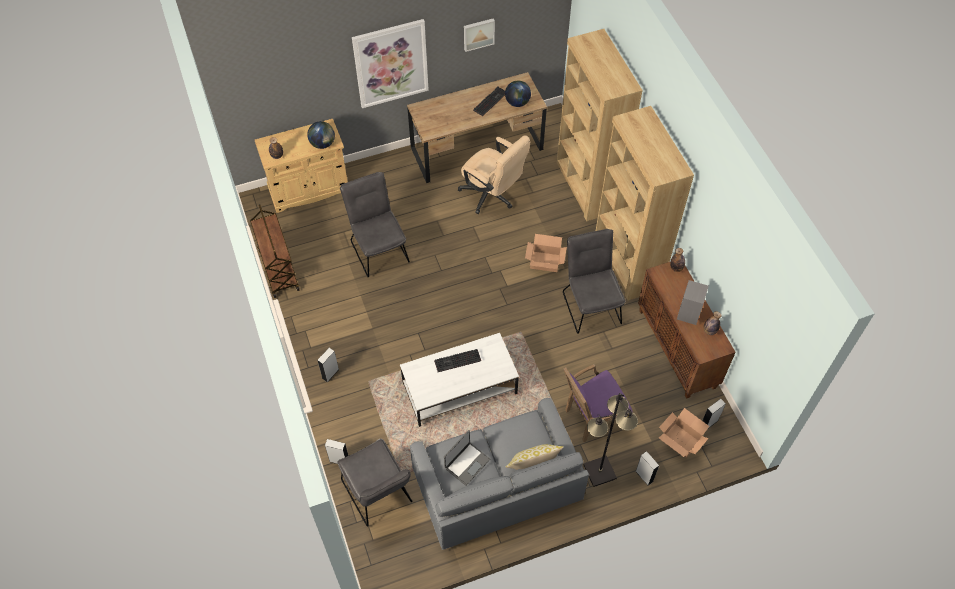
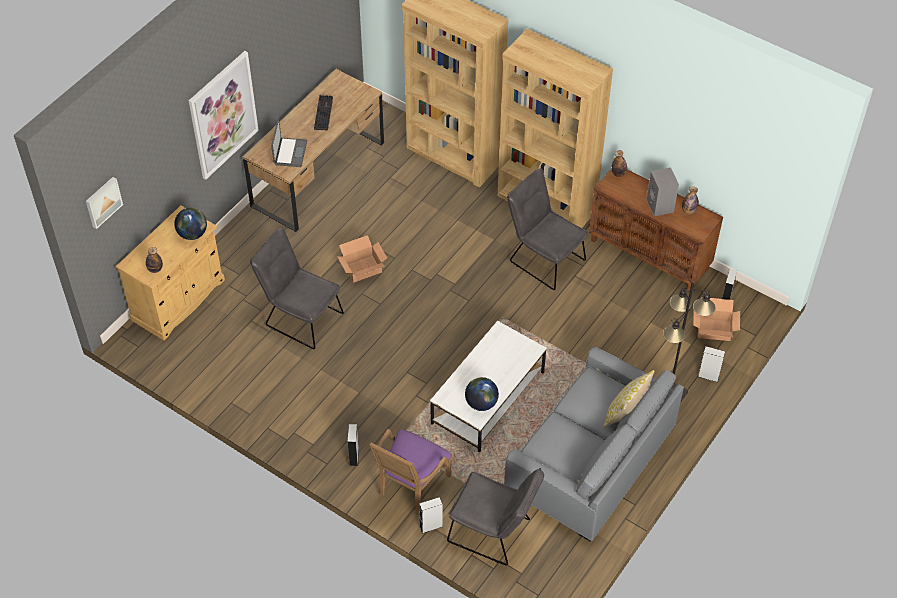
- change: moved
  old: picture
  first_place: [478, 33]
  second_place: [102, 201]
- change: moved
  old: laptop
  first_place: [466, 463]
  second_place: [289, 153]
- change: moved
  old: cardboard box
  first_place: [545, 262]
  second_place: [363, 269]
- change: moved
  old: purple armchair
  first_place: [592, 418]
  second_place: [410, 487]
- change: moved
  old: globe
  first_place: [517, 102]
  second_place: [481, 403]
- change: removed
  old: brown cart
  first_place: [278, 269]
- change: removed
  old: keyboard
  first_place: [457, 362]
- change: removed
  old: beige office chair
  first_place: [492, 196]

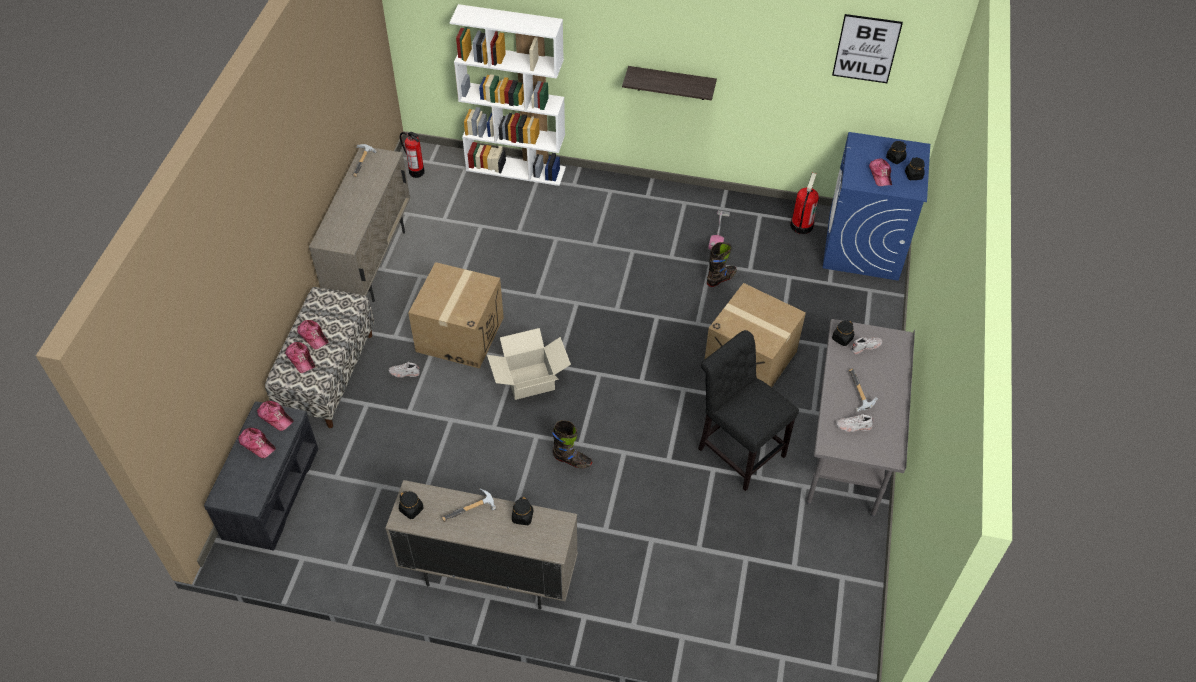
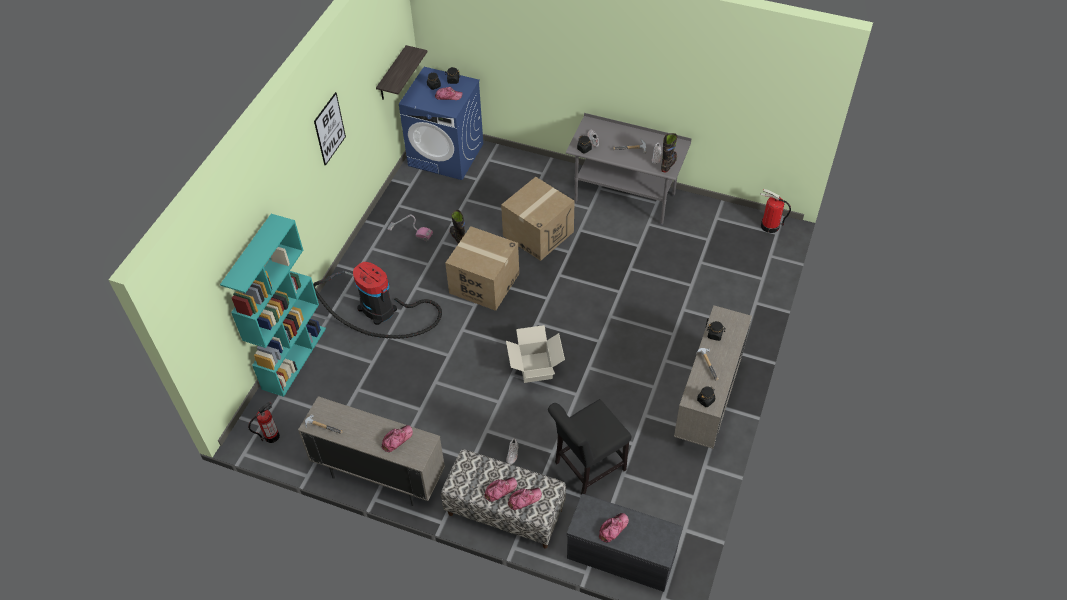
- change: recoloured
  old: white bookcase
  new: turquoise bookcase
  first_place: [516, 169]
  second_place: [294, 358]
- change: added
  new: vacuum cleaner
  second_place: [381, 311]
- change: moved
  old: picture
  first_place: [866, 48]
  second_place: [329, 129]
- change: moved
  old: shelf
  first_place: [671, 83]
  second_place: [392, 74]
- change: moved
  old: cap
  first_place: [275, 417]
  second_place: [397, 439]
- change: moved
  old: cardboard box
  first_place: [460, 334]
  second_place: [484, 283]
- change: moved
  old: black chair
  first_place: [738, 450]
  second_place: [586, 467]
- change: moved
  old: black boot
  first_place: [572, 460]
  second_place: [668, 164]
- change: moved
  old: fire extinguisher
  first_place: [801, 225]
  second_place: [769, 226]

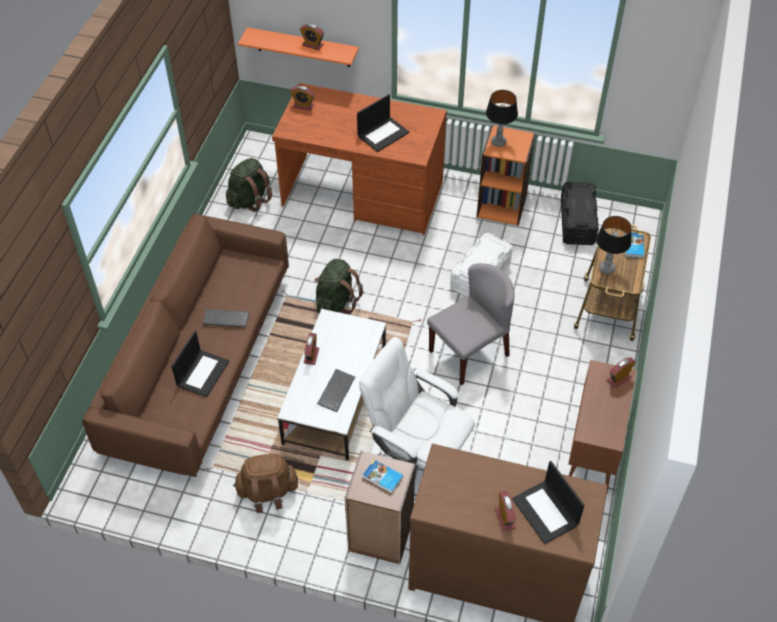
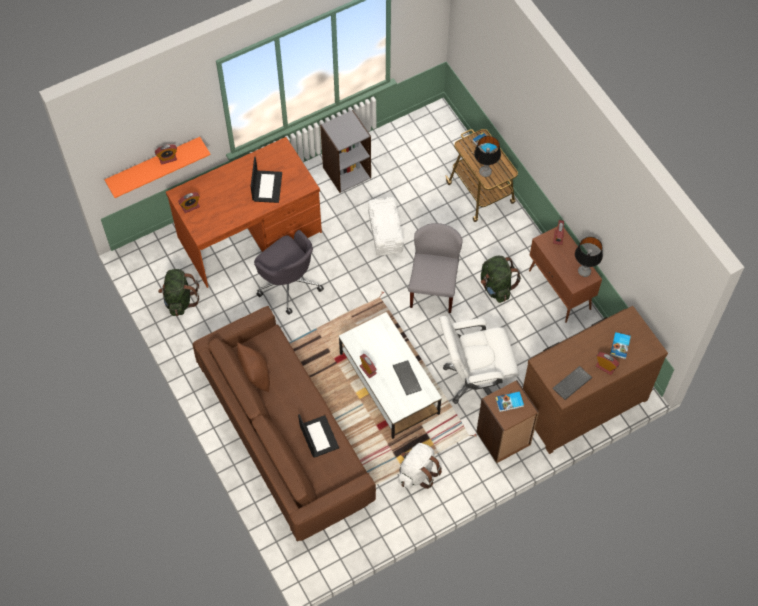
- change: added
  new: brown pillow
  second_place: [255, 375]
- change: added
  new: grey office chair
  second_place: [288, 283]
- change: recoloured
  old: orange bookcase
  new: grey bookcase
  first_place: [502, 206]
  second_place: [346, 172]
- change: recoloured
  old: brown backpack
  new: white backpack
  first_place: [267, 492]
  second_place: [417, 472]
- change: moved
  old: green backpack
  first_place: [336, 302]
  second_place: [496, 287]
- change: moved
  old: keyboard
  first_place: [225, 319]
  second_place: [572, 384]
- change: moved
  old: table lamp
  first_place: [498, 142]
  second_place: [584, 271]
- change: replaced
  old: laptop
  new: book
  first_place: [546, 512]
  second_place: [620, 346]
- change: removed
  old: black storage box
  first_place: [577, 222]

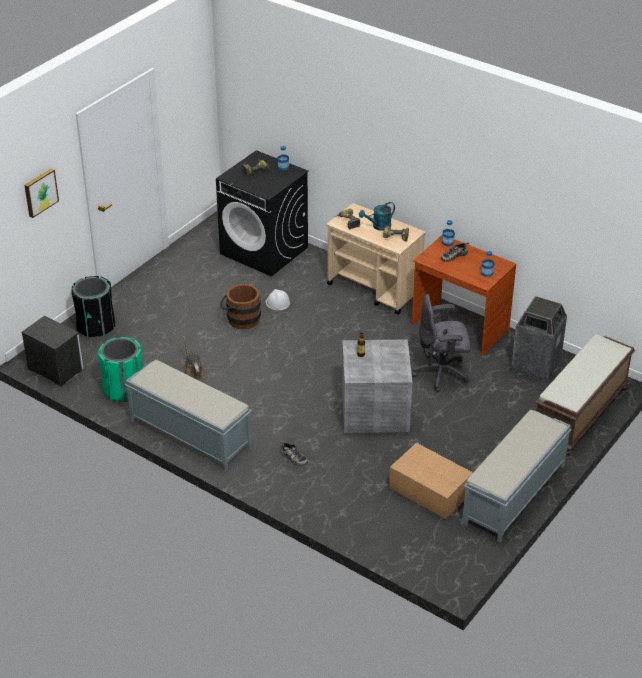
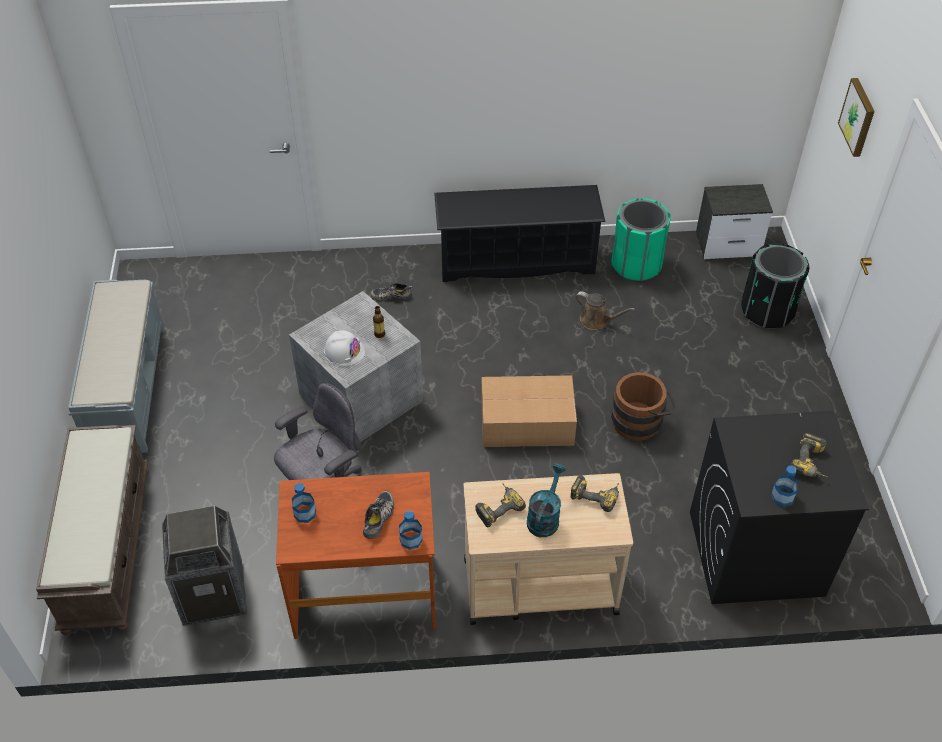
- change: moved
  old: white hard hat
  first_place: [277, 302]
  second_place: [344, 351]
- change: replaced
  old: grey bench
  new: black shoe rack
  first_place: [189, 434]
  second_place: [516, 260]
- change: moved
  old: cardboard box
  first_place: [430, 491]
  second_place: [525, 422]

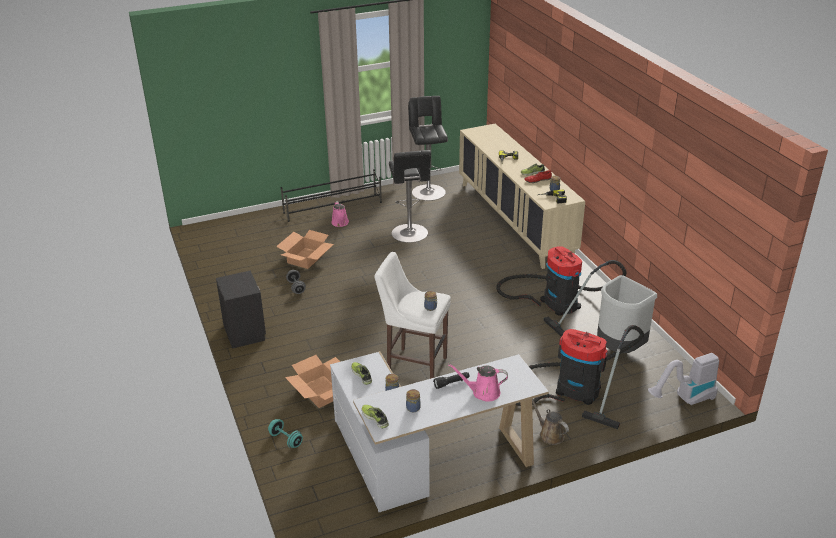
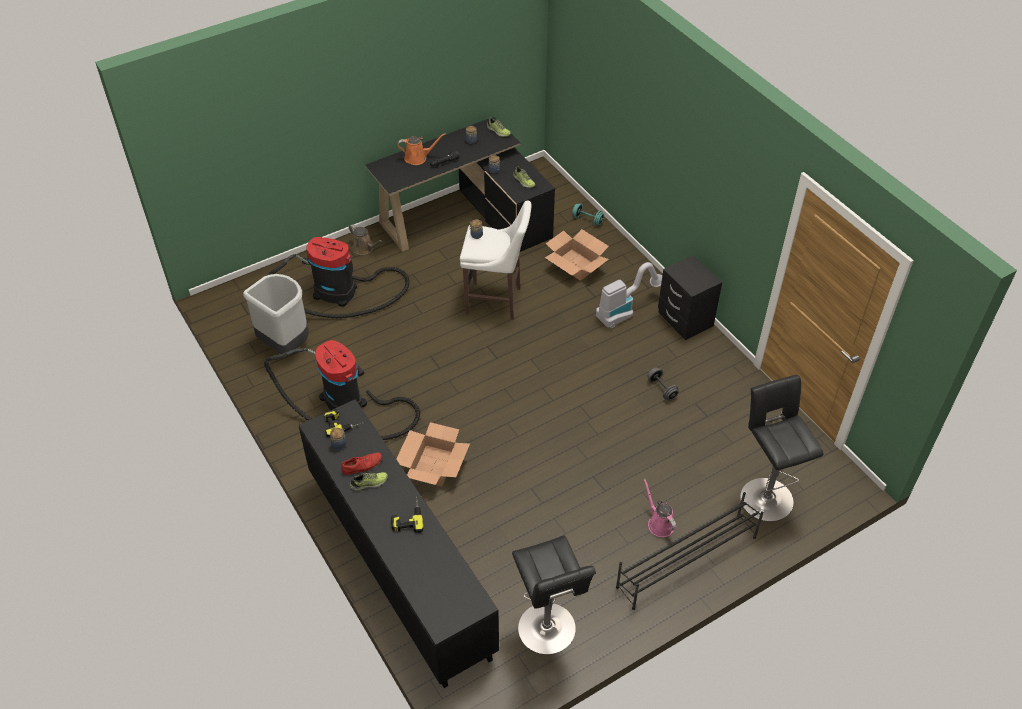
- change: recoloured
  old: beige cabinet
  new: black cabinet
  first_place: [514, 220]
  second_place: [399, 566]
- change: recoloured
  old: white desk
  new: black desk
  first_place: [426, 458]
  second_place: [467, 218]
- change: moved
  old: cardboard box
  first_place: [306, 258]
  second_place: [433, 465]
- change: recoloured
  old: pink watering can
  new: orange watering can
  first_place: [483, 392]
  second_place: [418, 158]
- change: moved
  old: vacuum cleaner
  first_place: [684, 399]
  second_place: [624, 311]
- change: moved
  old: black stool
  first_place: [410, 234]
  second_place: [764, 496]

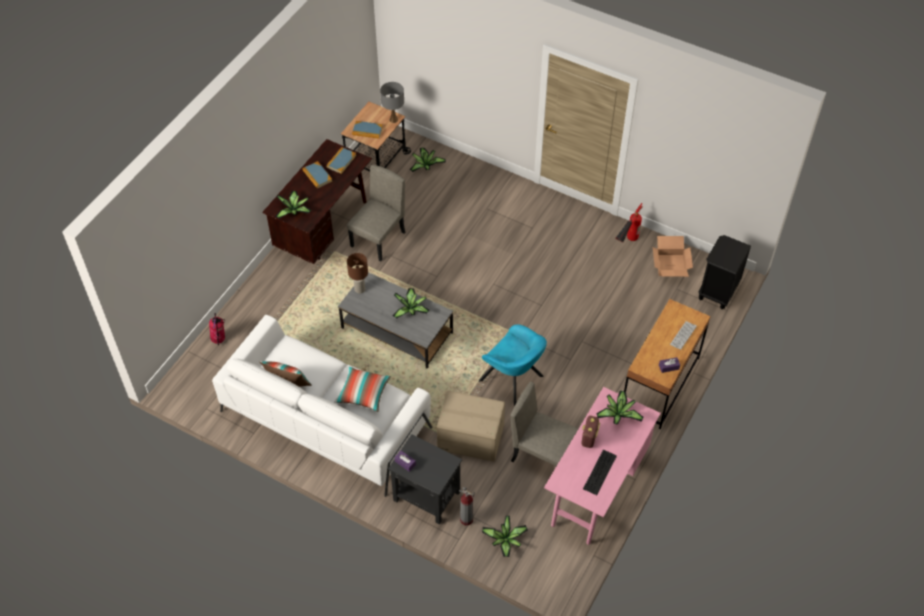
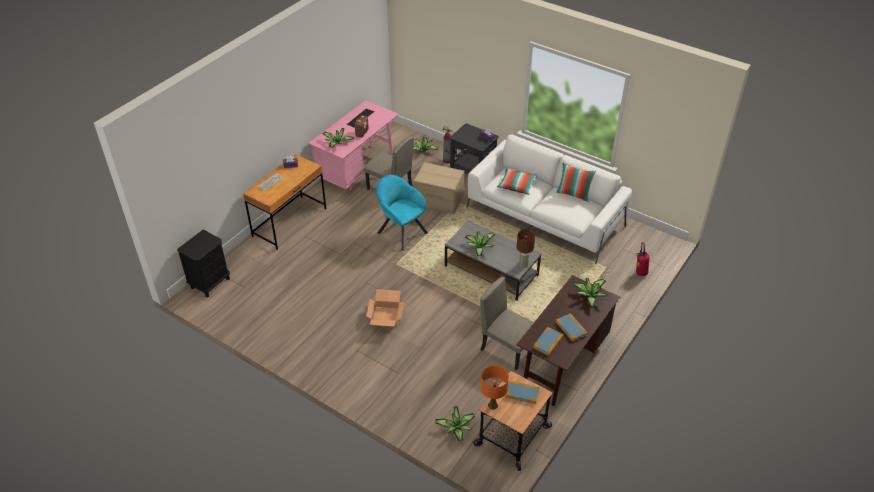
- change: moved
  old: cardboard box
  first_place: [671, 265]
  second_place: [385, 316]
- change: turned
  old: beige chair
  first_place: [378, 239]
  second_place: [508, 348]
  degrees: 90
- change: recoloured
  old: grey table lamp
  new: orange table lamp
  first_place: [393, 120]
  second_place: [492, 405]
- change: removed
  old: fire extinguisher
  first_place: [626, 243]

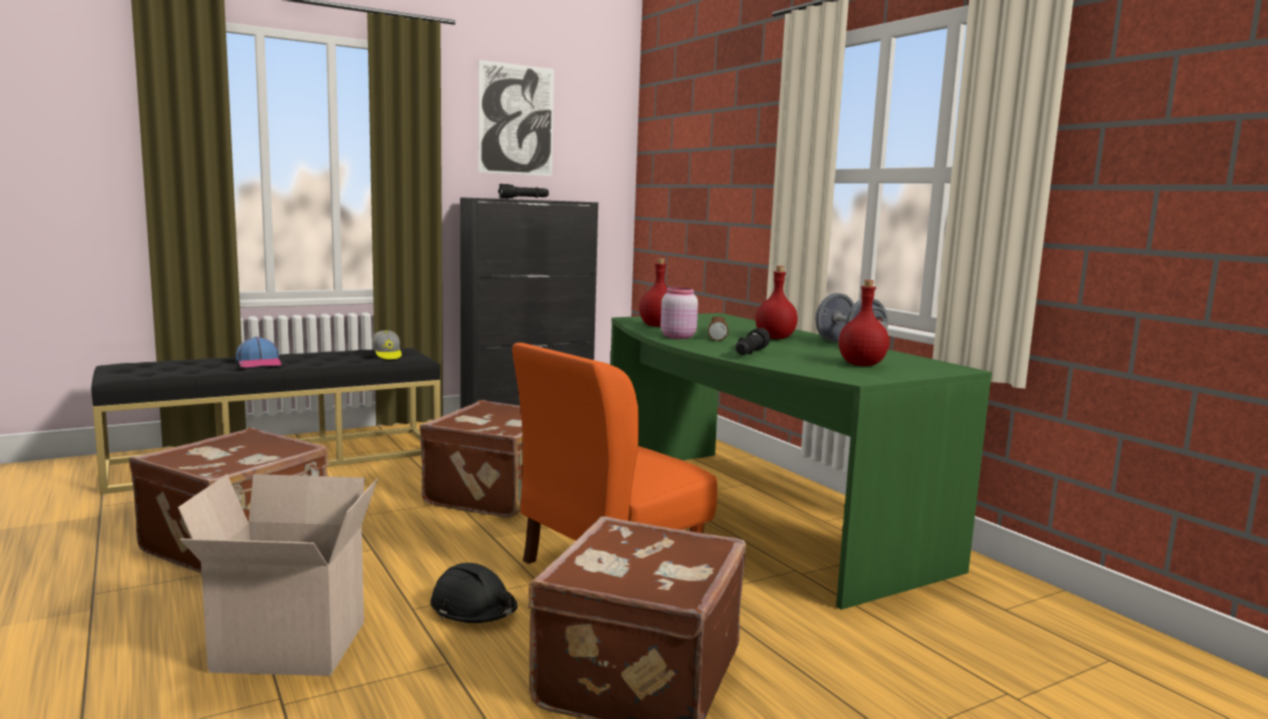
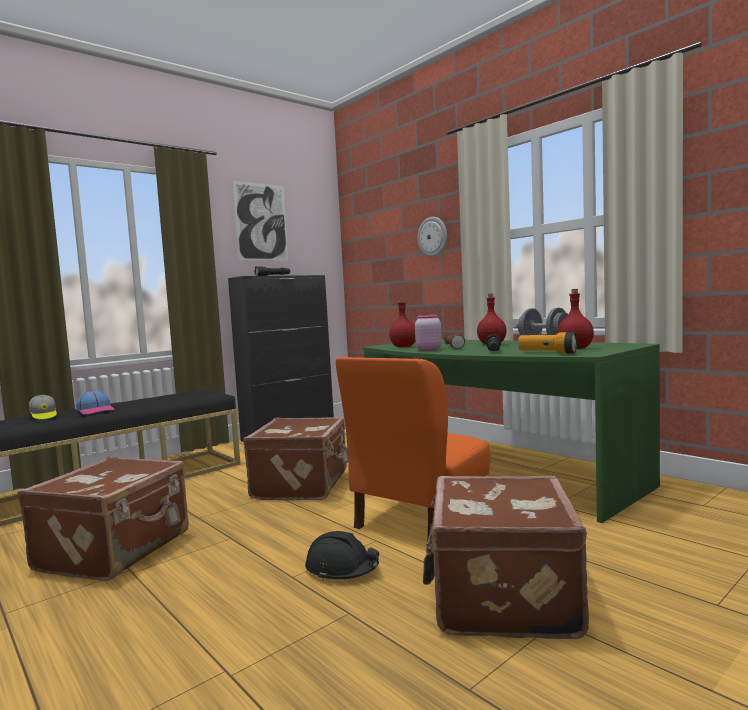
- change: moved
  old: cap
  first_place: [387, 355]
  second_place: [44, 416]
- change: added
  new: wall clock
  second_place: [433, 237]
- change: added
  new: flashlight
  second_place: [547, 353]
- change: removed
  old: cardboard box
  first_place: [286, 649]

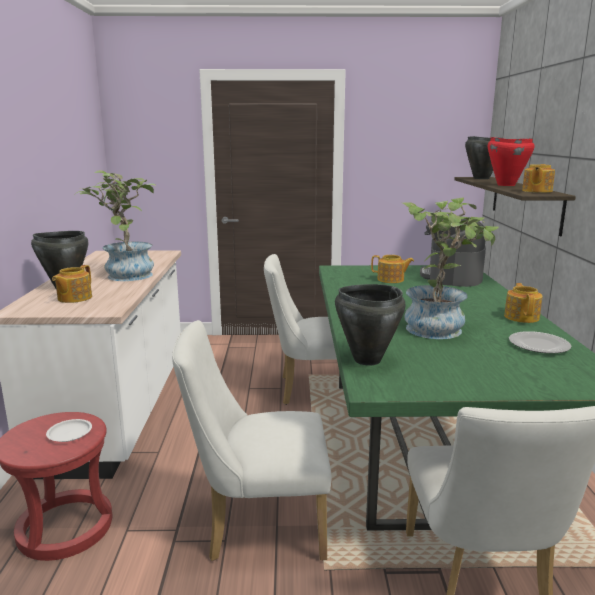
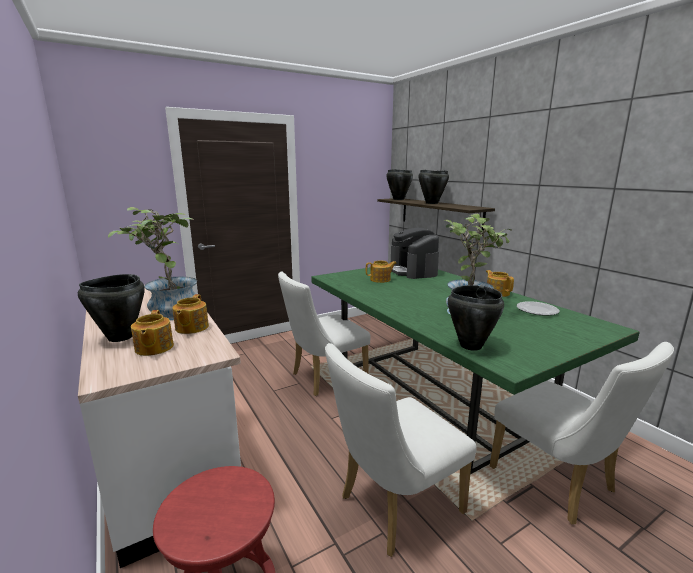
- change: moved
  old: teapot
  first_place: [536, 191]
  second_place: [191, 328]
- change: recoloured
  old: red cooking pot
  new: black cooking pot
  first_place: [505, 185]
  second_place: [431, 203]
- change: removed
  old: white plate
  first_place: [70, 433]

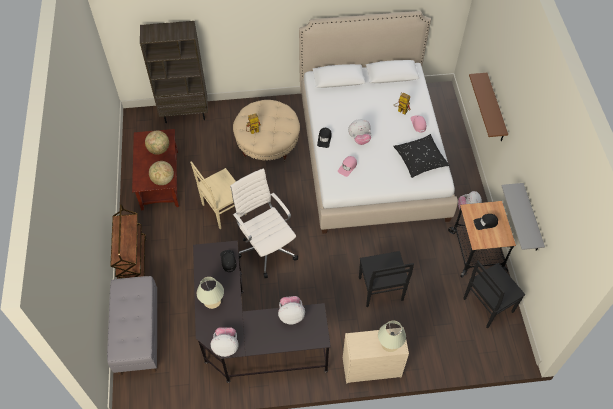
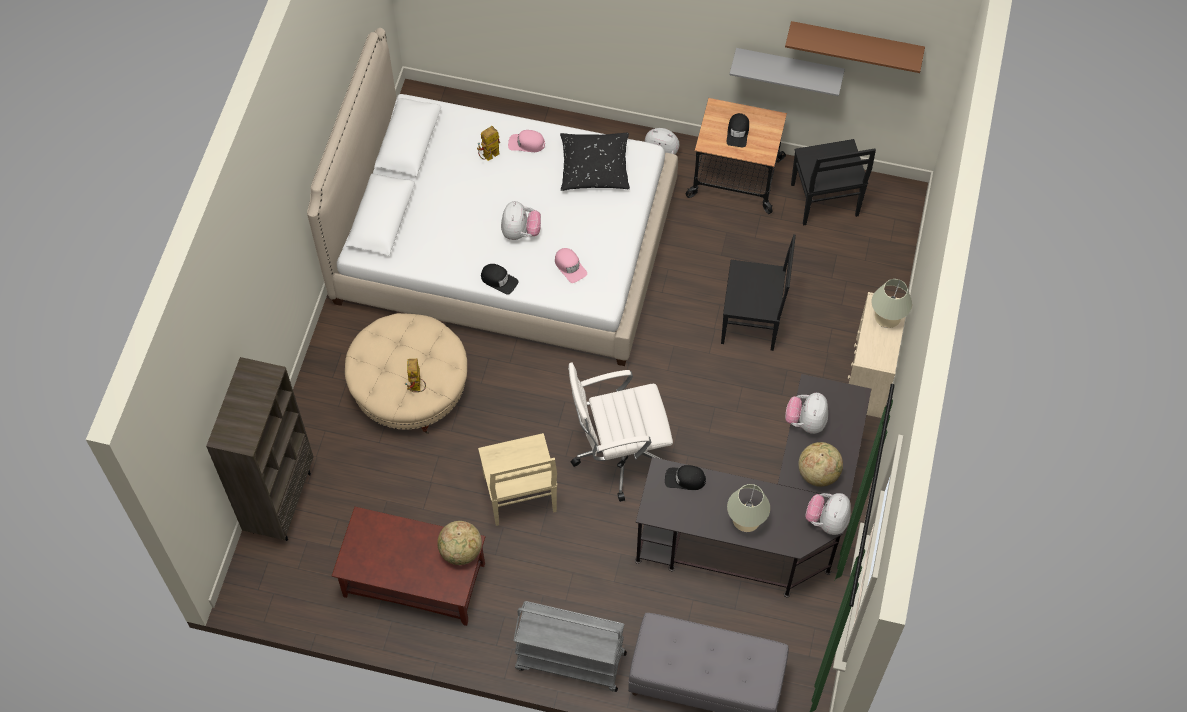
- change: recoloured
  old: brown cart
  new: grey cart
  first_place: [133, 263]
  second_place: [569, 661]
- change: moved
  old: brown shelf
  first_place: [495, 109]
  second_place: [855, 44]
- change: moved
  old: globe
  first_place: [159, 149]
  second_place: [818, 473]

